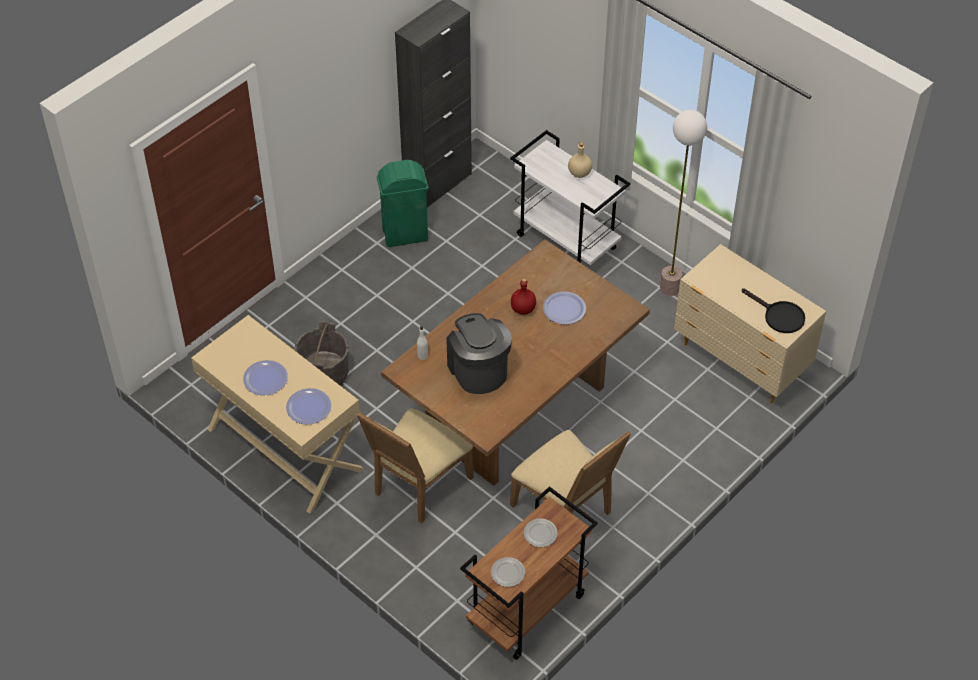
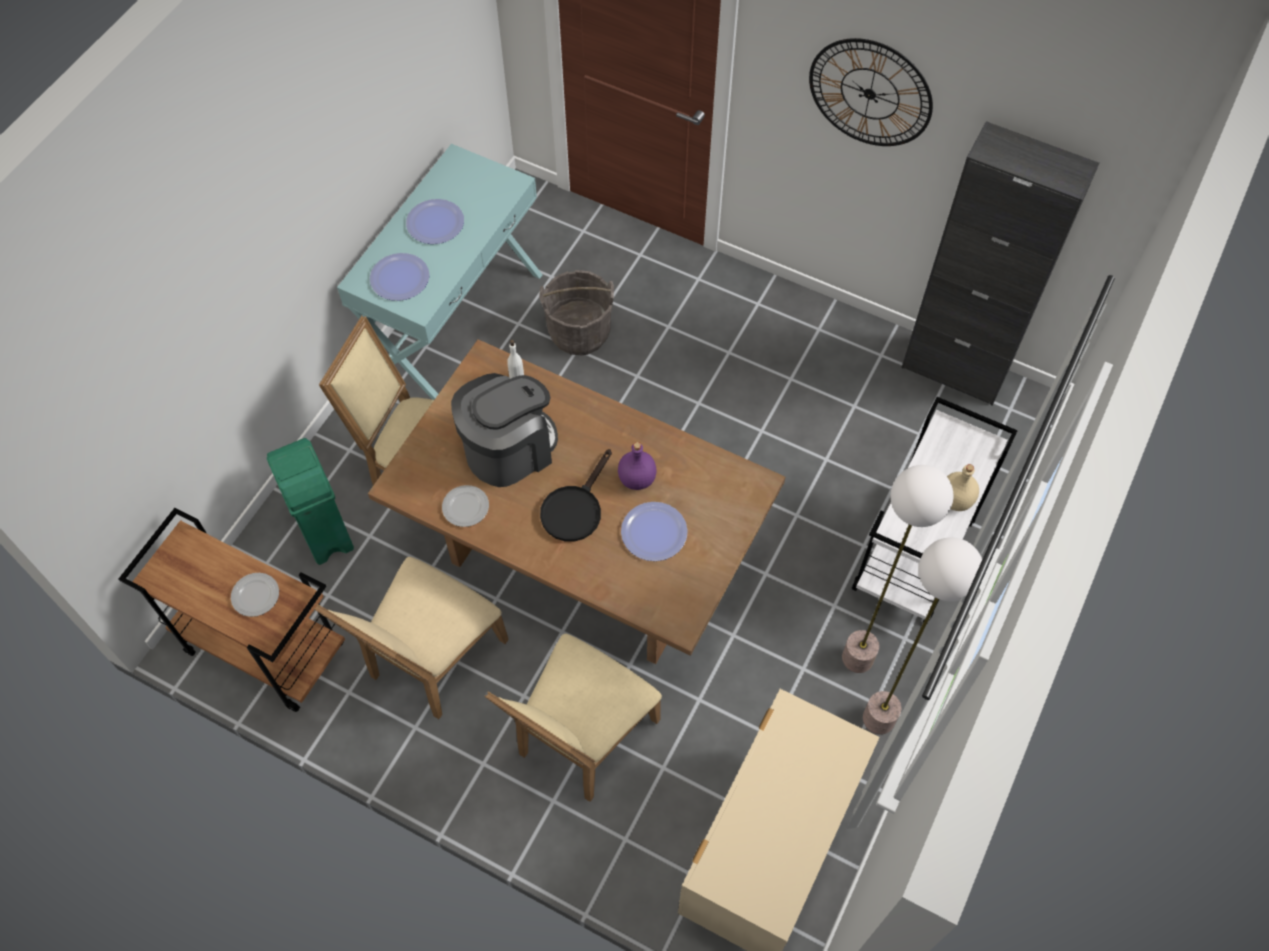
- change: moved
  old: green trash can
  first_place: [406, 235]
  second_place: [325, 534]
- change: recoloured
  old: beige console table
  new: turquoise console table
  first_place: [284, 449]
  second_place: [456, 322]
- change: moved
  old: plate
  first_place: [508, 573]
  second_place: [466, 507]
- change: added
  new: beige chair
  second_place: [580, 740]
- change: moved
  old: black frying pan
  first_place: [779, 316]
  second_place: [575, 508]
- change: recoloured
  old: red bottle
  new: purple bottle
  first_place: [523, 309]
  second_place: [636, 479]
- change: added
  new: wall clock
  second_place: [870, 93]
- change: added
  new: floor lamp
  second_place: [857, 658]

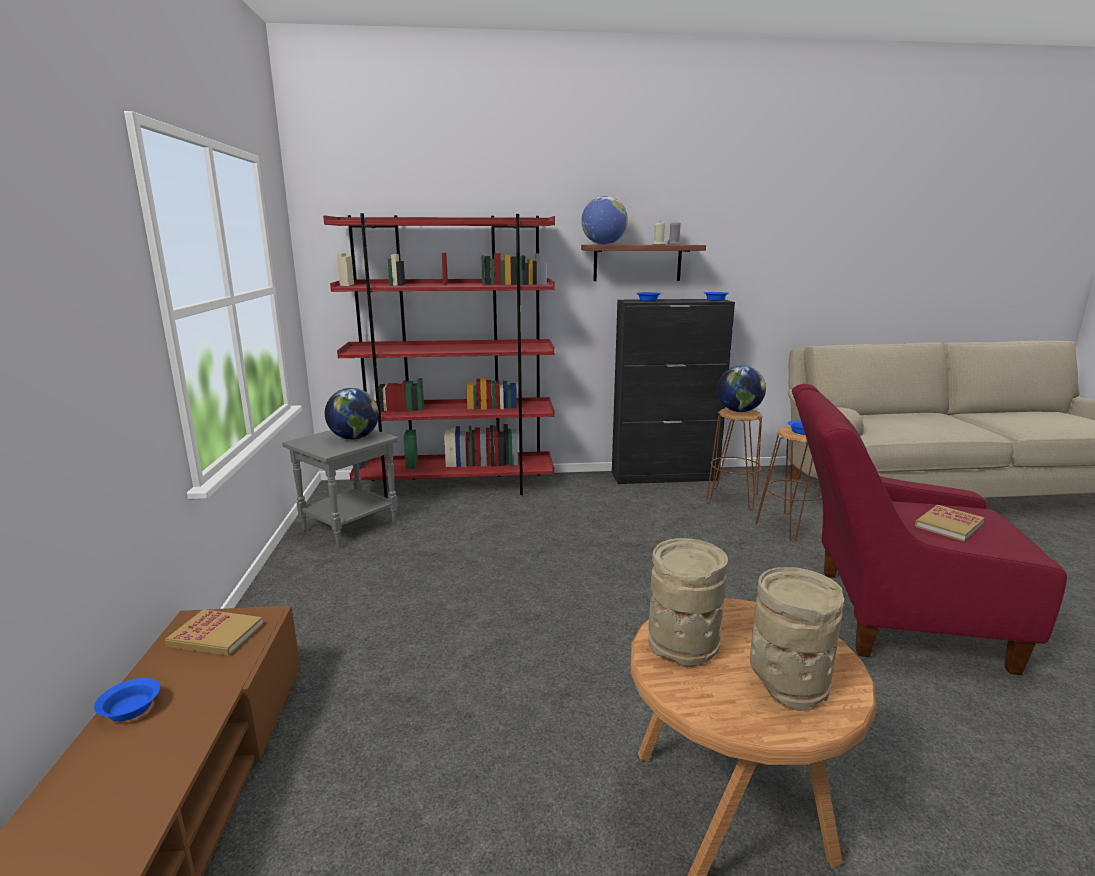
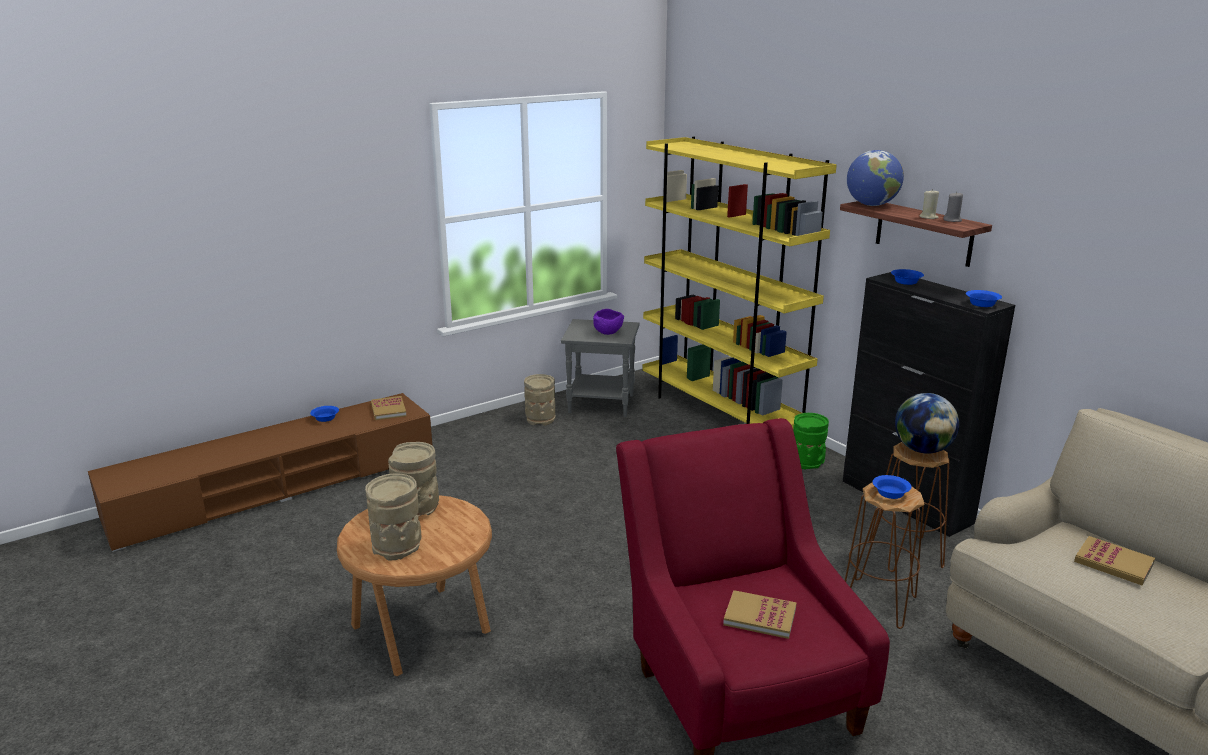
- change: added
  new: beige vase
  second_place: [540, 419]
- change: replaced
  old: globe
  new: purple bowl
  first_place: [354, 438]
  second_place: [608, 333]
- change: recoloured
  old: red bookcase
  new: yellow bookcase
  first_place: [456, 486]
  second_place: [721, 413]
- change: added
  new: green vase
  second_place: [807, 462]
- change: added
  new: book
  second_place: [1113, 563]

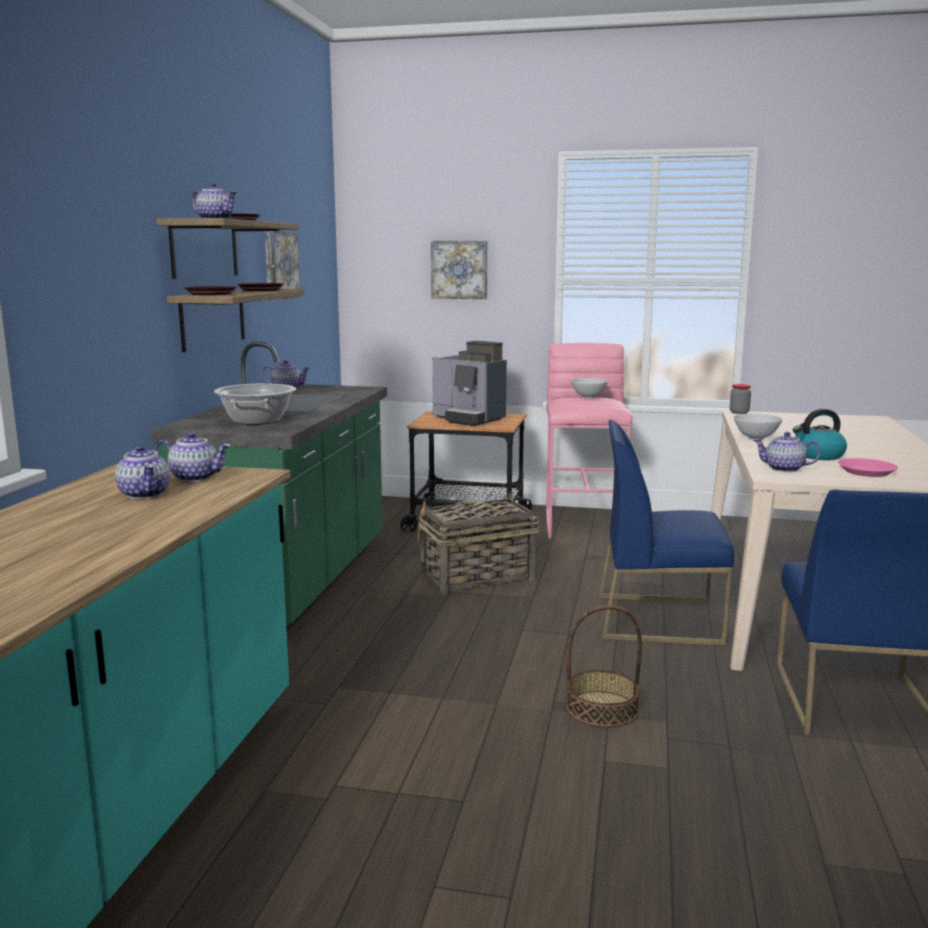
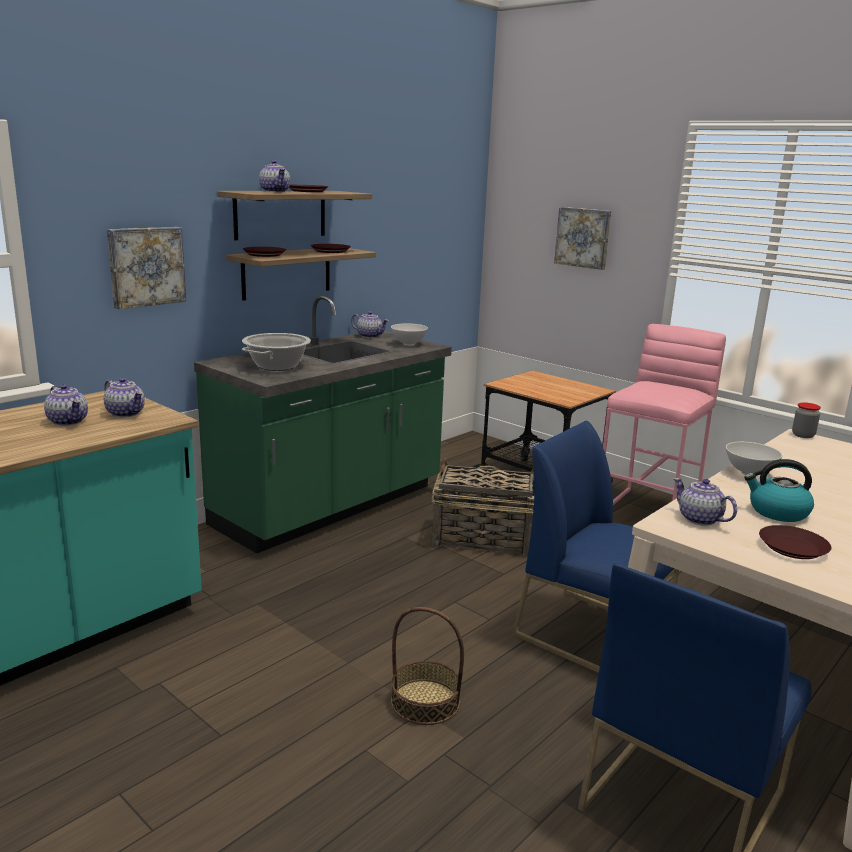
- change: turned
  old: teapot
  first_place: [145, 494]
  second_place: [68, 421]
  degrees: -45
- change: moved
  old: picture
  first_place: [279, 265]
  second_place: [145, 266]
- change: moved
  old: white bowl
  first_place: [588, 397]
  second_place: [408, 344]
- change: recoloured
  old: pink plate
  new: brown plate
  first_place: [866, 472]
  second_place: [792, 548]
- change: removed
  old: coffee machine
  first_place: [469, 419]

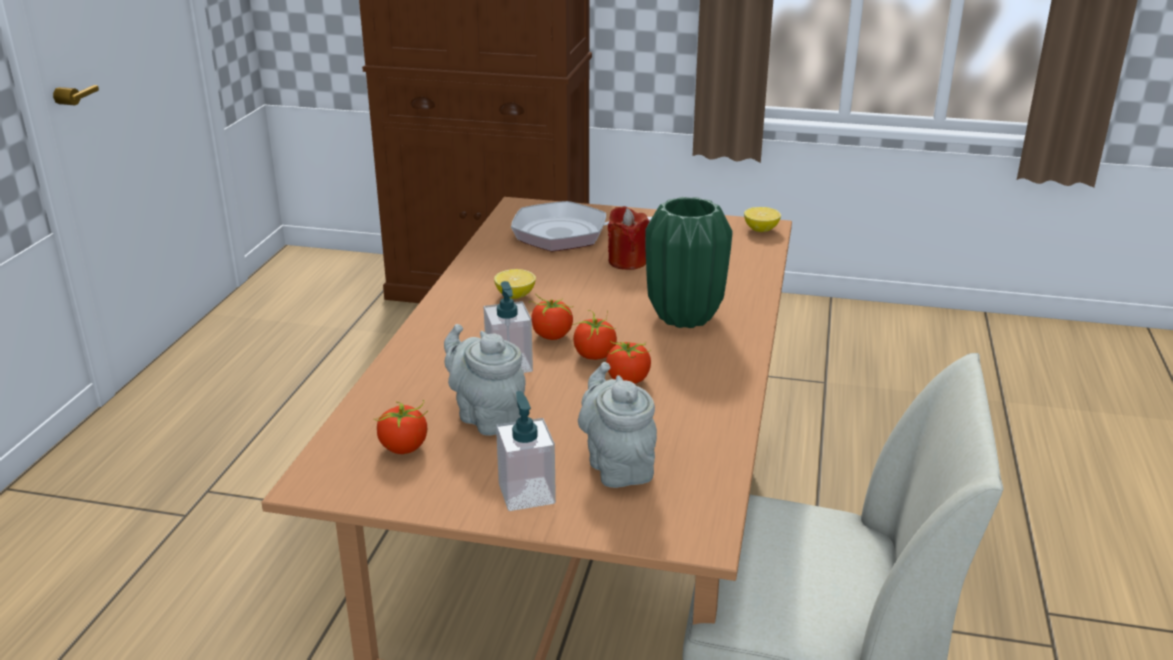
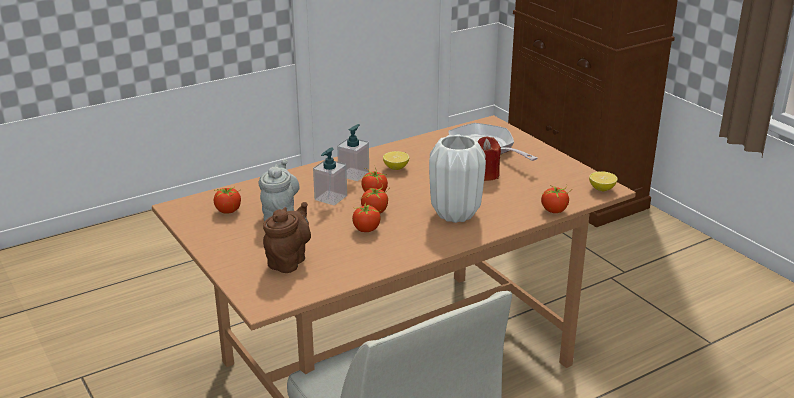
- change: recoloured
  old: grey teapot
  new: brown teapot
  first_place: [618, 466]
  second_place: [288, 261]
- change: moved
  old: soap dispenser
  first_place: [526, 493]
  second_place: [354, 174]
- change: recoloured
  old: green vase
  new: white vase
  first_place: [685, 317]
  second_place: [455, 215]
- change: added
  new: tomato
  second_place: [554, 210]

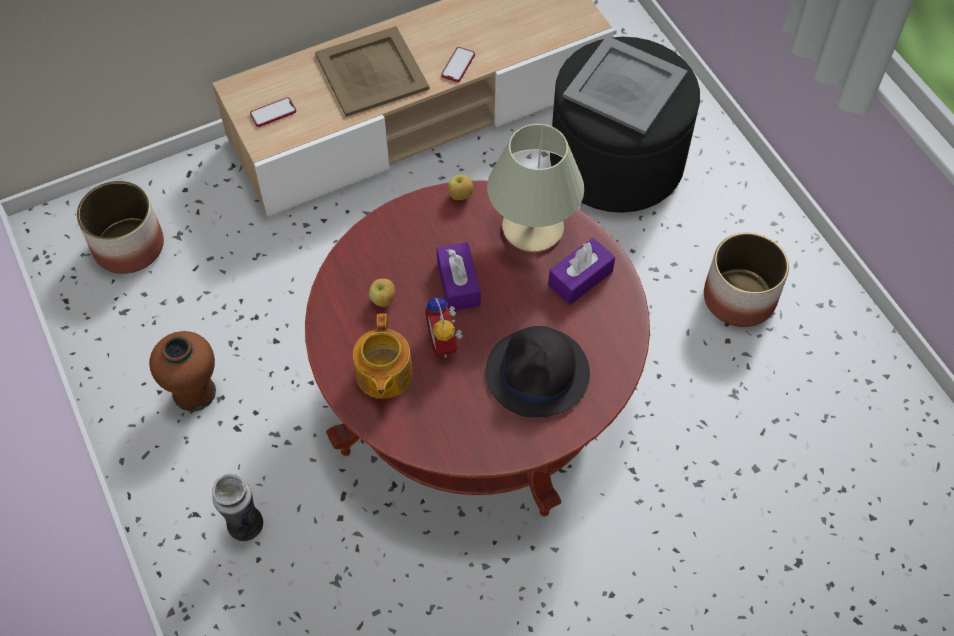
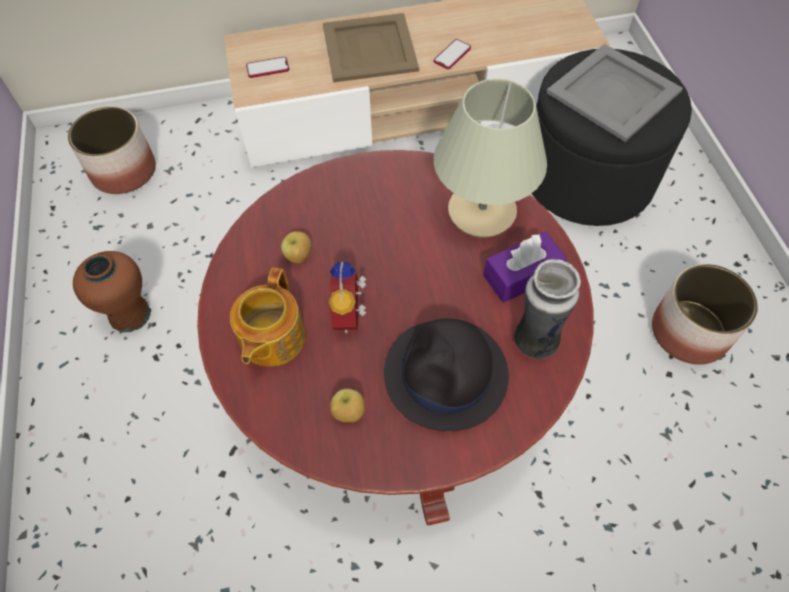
- change: moved
  old: apple
  first_place: [460, 196]
  second_place: [348, 413]
- change: moved
  old: vase
  first_place: [245, 526]
  second_place: [534, 342]
- change: removed
  old: purple tissue box
  first_place: [458, 284]

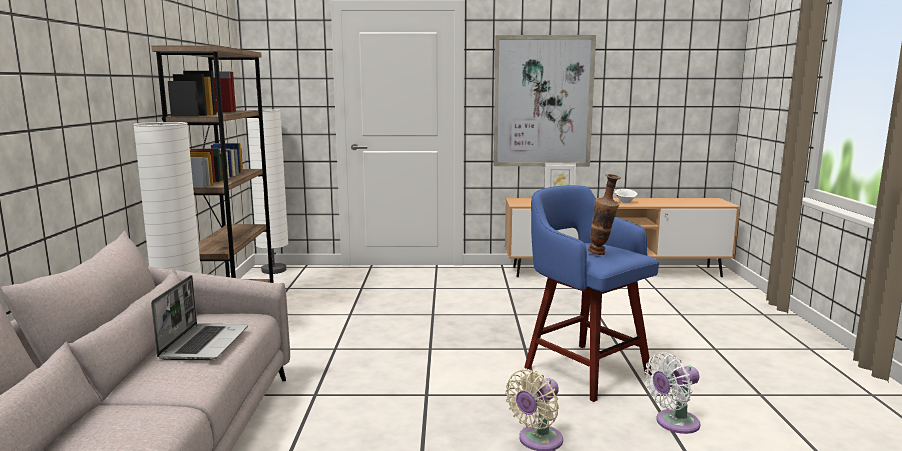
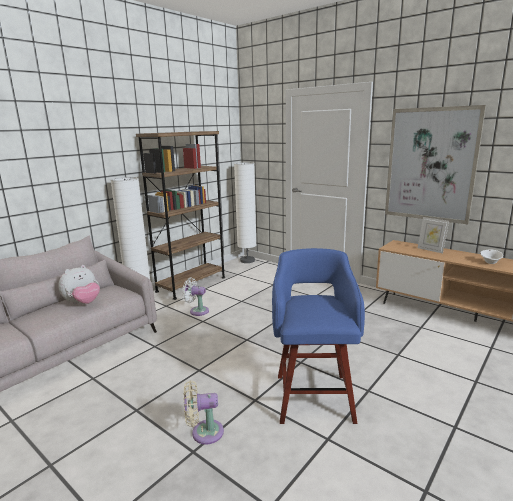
- change: replaced
  old: laptop
  new: plush toy
  first_place: [204, 343]
  second_place: [83, 303]
- change: moved
  old: white fan
  first_place: [673, 423]
  second_place: [197, 311]
- change: removed
  old: vase
  first_place: [601, 254]

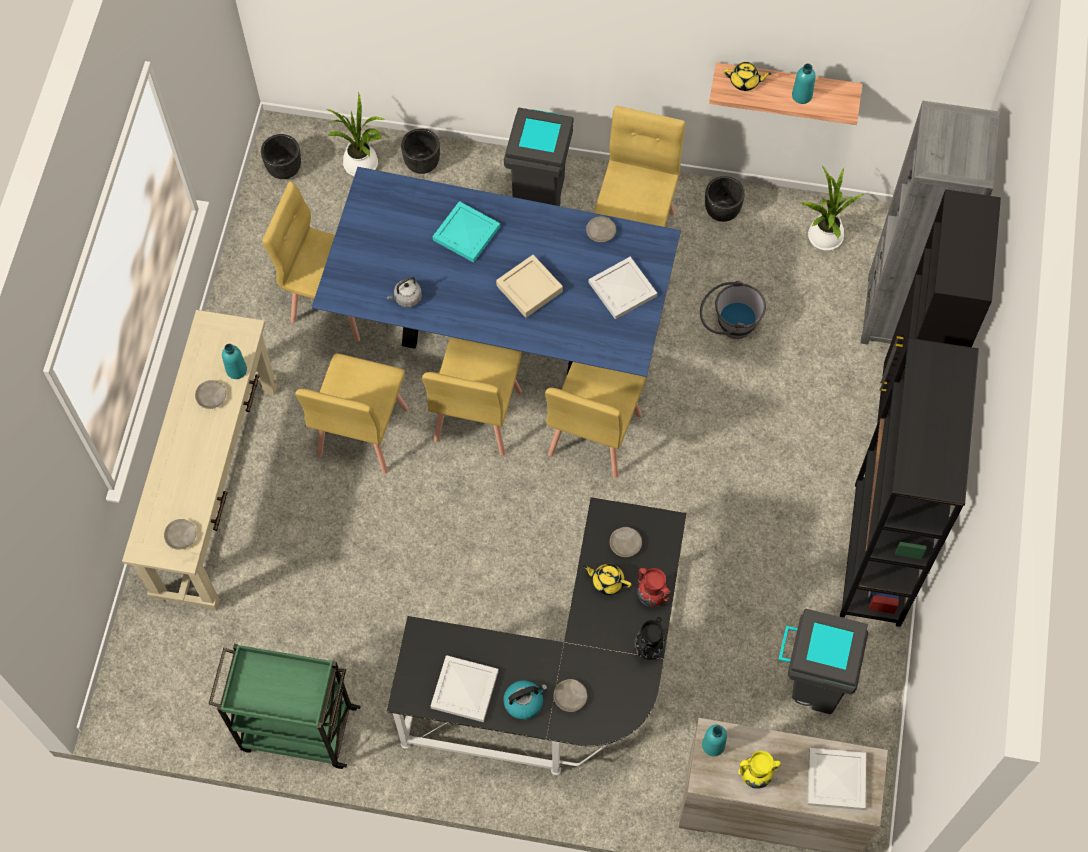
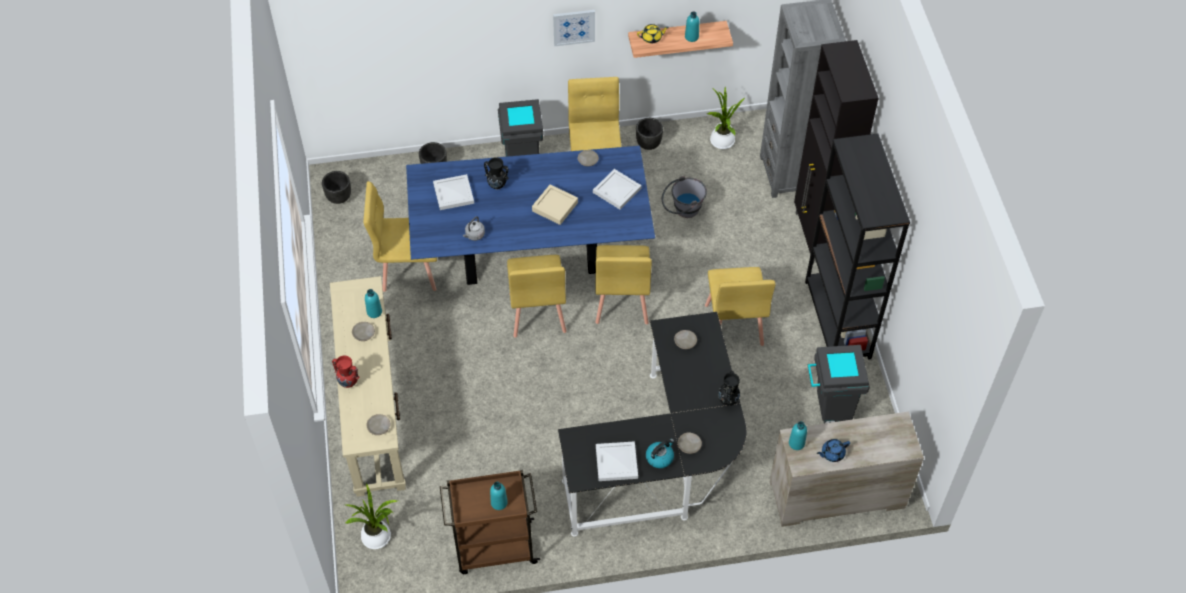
- change: moved
  old: red vase
  first_place: [652, 597]
  second_place: [349, 383]
- change: moved
  old: potted plant
  first_place: [363, 165]
  second_place: [378, 537]
- change: moved
  old: white tray
  first_place: [835, 778]
  second_place: [453, 193]
- change: recoloured
  old: green cart
  new: brown cart
  first_place: [296, 728]
  second_place: [493, 548]
- change: replaced
  old: turquoise tray
  new: black vase
  first_place: [465, 233]
  second_place: [497, 185]
- change: added
  new: turquoise bottle
  second_place: [499, 503]
- change: added
  new: picture
  second_place: [574, 27]
- change: moved
  old: yellow chair
  first_place: [361, 432]
  second_place: [733, 325]
- change: replaced
  old: yellow vase
  new: blue teapot
  first_place: [755, 777]
  second_place: [832, 453]
- change: removed
  old: yellow teapot
  first_place: [607, 581]

